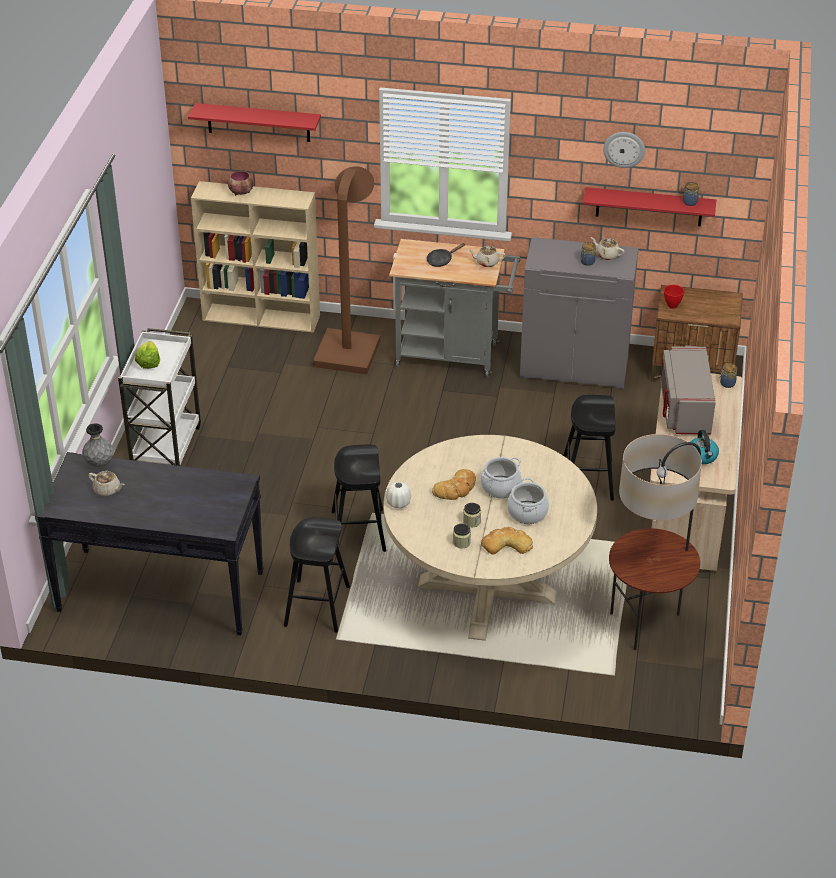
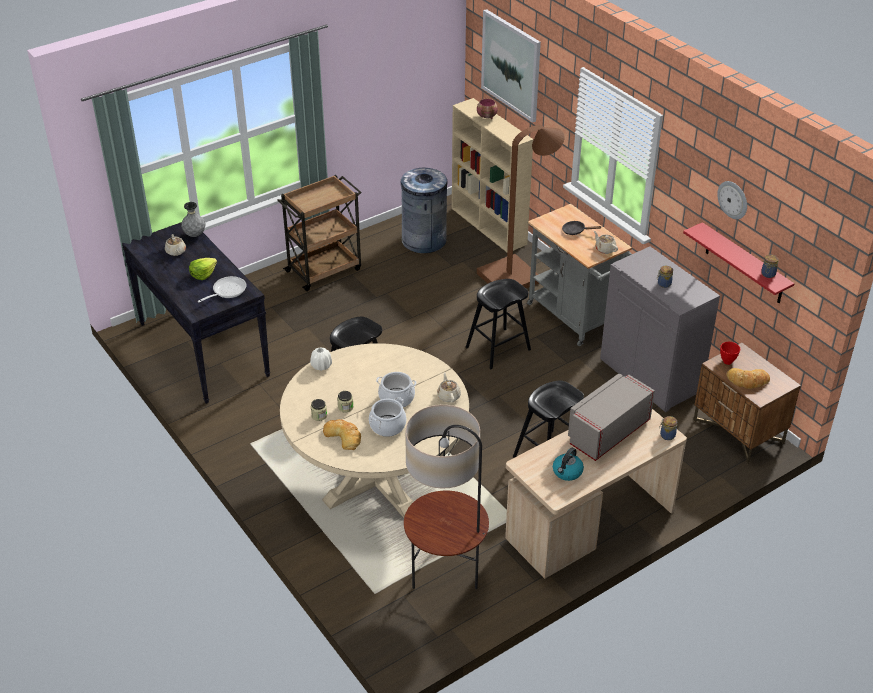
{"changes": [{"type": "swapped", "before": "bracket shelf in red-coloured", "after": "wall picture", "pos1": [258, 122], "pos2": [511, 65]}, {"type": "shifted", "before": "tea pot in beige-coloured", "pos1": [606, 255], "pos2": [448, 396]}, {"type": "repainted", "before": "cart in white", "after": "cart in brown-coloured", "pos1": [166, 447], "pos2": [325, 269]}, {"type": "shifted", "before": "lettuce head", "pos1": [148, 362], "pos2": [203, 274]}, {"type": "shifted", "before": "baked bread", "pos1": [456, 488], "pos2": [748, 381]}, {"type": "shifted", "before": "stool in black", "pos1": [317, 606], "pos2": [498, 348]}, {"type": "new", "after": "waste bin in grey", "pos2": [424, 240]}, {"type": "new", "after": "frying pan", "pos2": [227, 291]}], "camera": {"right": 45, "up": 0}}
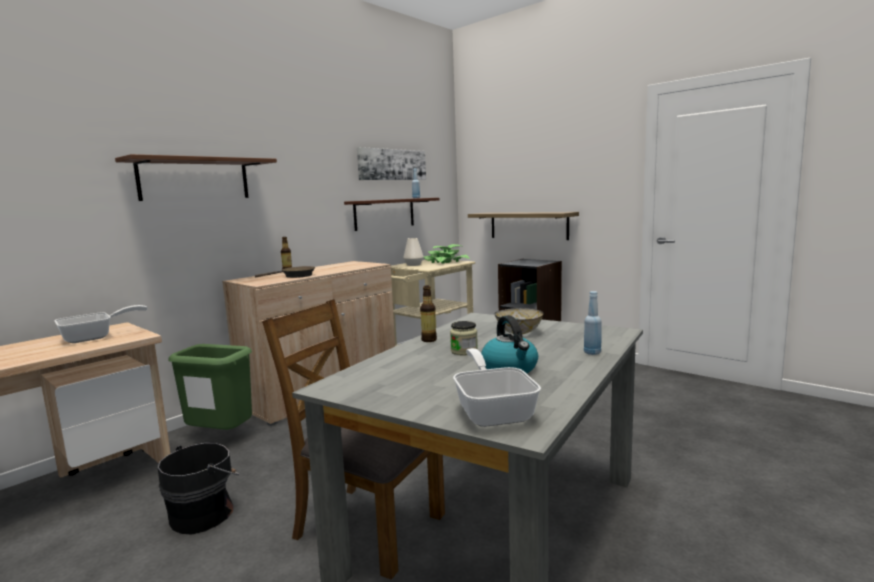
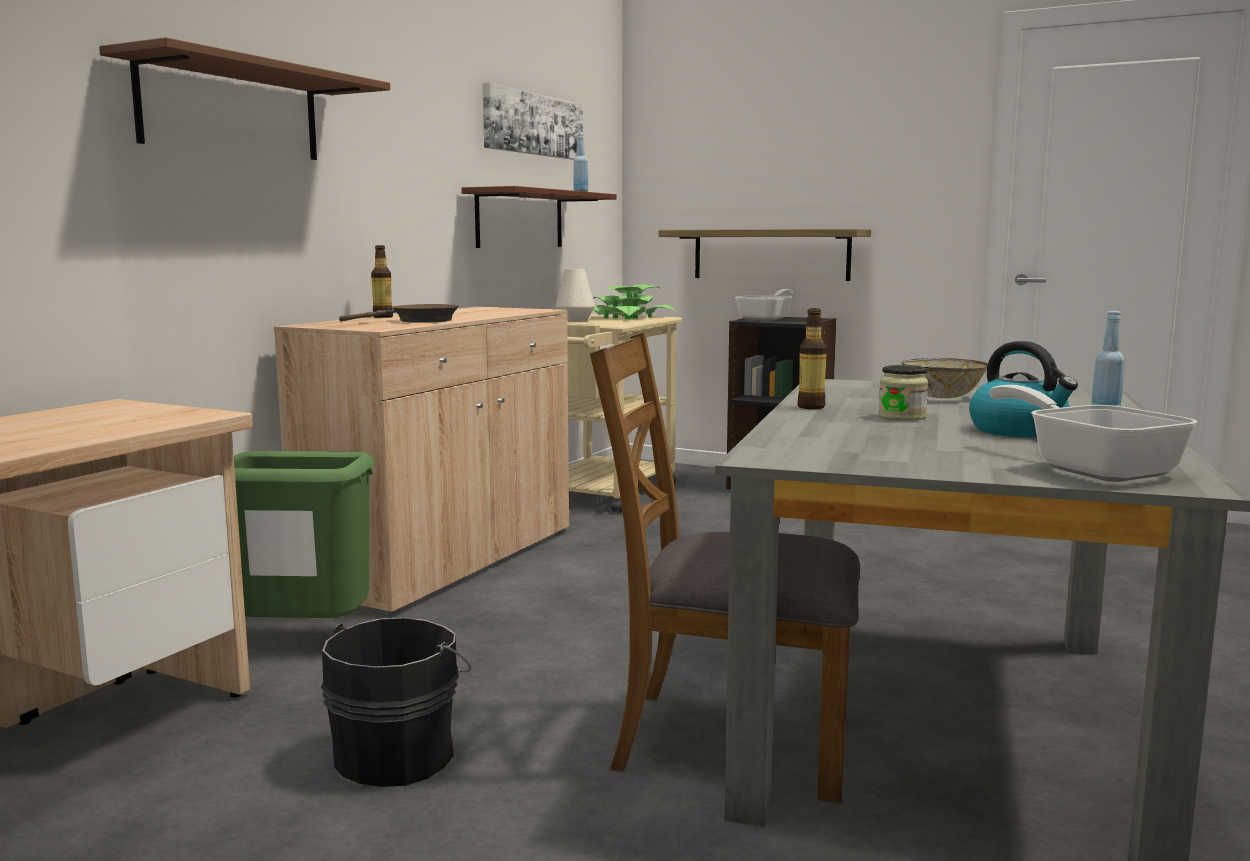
{"changes": [{"type": "shifted", "before": "frying pan", "pos1": [94, 337], "pos2": [767, 319]}], "camera": {"right": -15, "up": 0}}
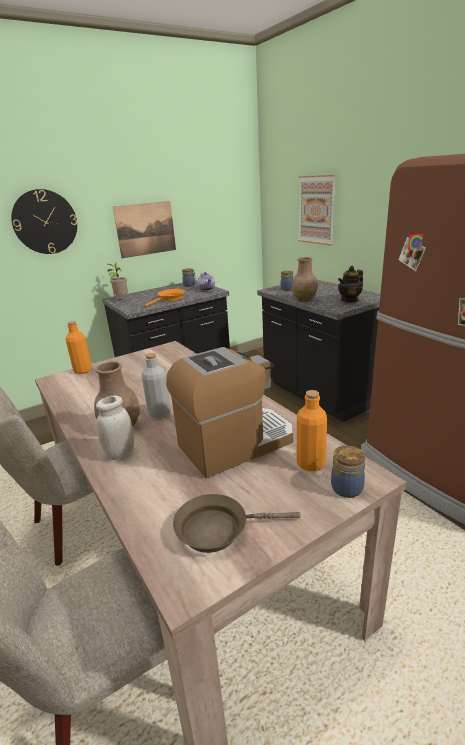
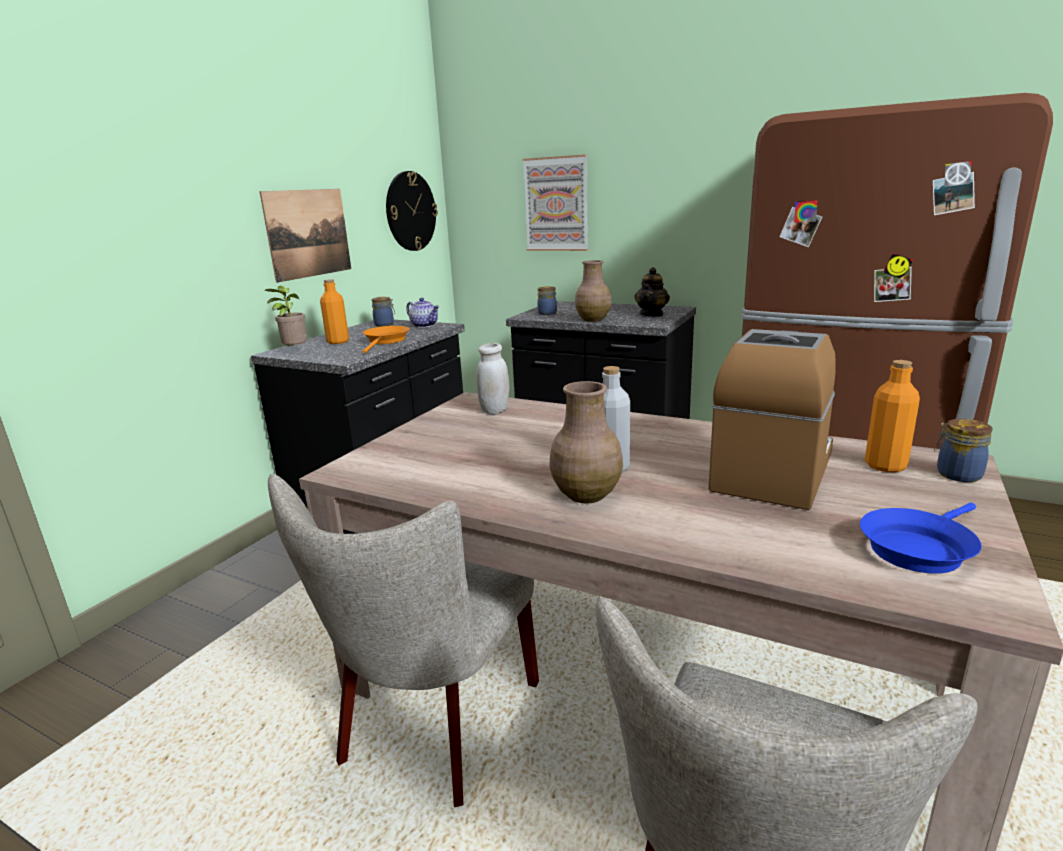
{"changes": [{"type": "shifted", "before": "hanging clock", "pos1": [45, 222], "pos2": [410, 211]}, {"type": "shifted", "before": "drink bottle in orangey", "pos1": [83, 370], "pos2": [338, 342]}, {"type": "shifted", "before": "jar in white", "pos1": [120, 453], "pos2": [494, 410]}, {"type": "repainted", "before": "frying pan in brown-coloured", "after": "frying pan in blue-coloured", "pos1": [218, 529], "pos2": [918, 548]}], "camera": {"right": -30, "up": -5}}
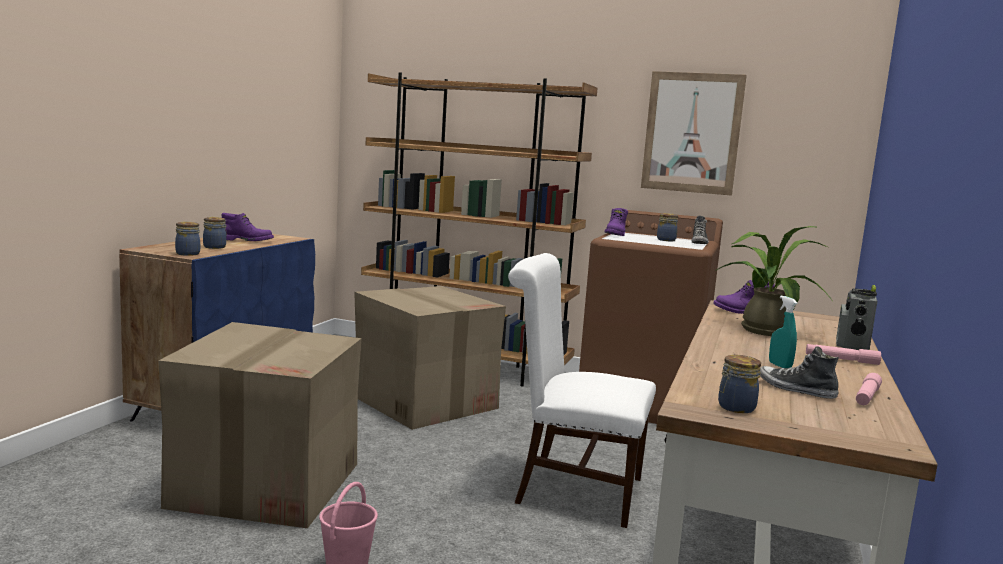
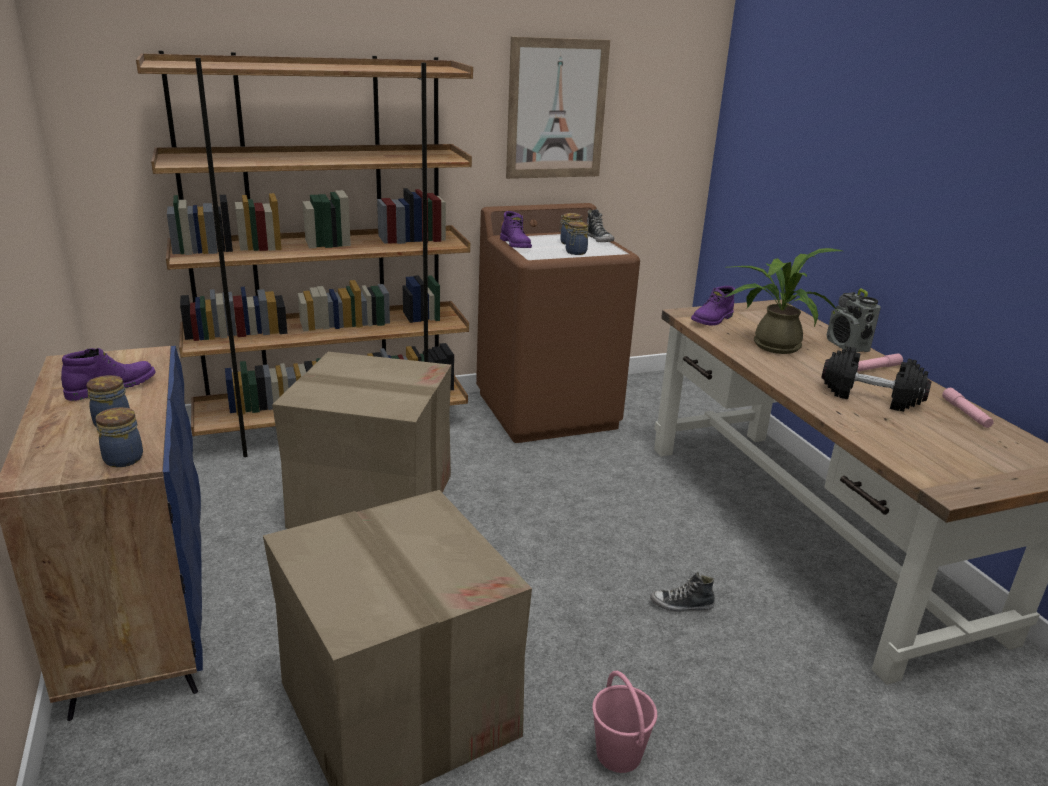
{"changes": [{"type": "gone", "before": "upright chair in white", "pos1": [570, 489]}, {"type": "swapped", "before": "sprayer in turquoise-coloured", "after": "free weight in black", "pos1": [779, 366], "pos2": [871, 396]}, {"type": "shifted", "before": "shoe", "pos1": [795, 389], "pos2": [681, 605]}, {"type": "shifted", "before": "jar", "pos1": [735, 408], "pos2": [575, 252]}], "camera": {"right": -40, "up": 15}}
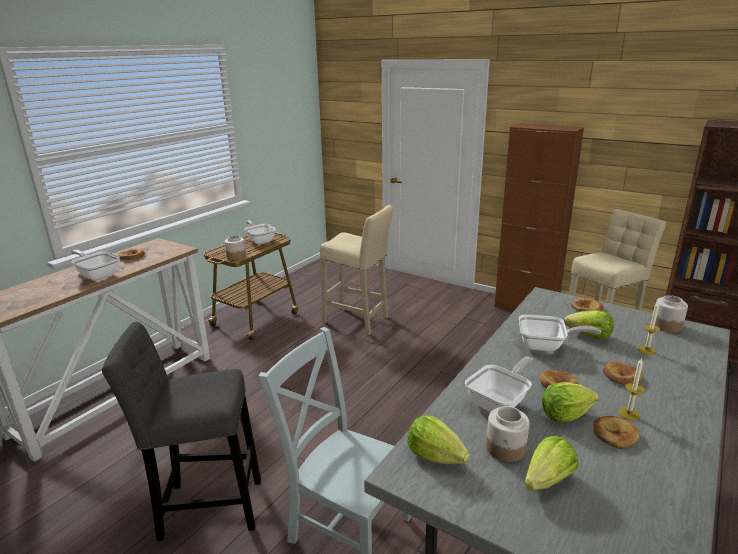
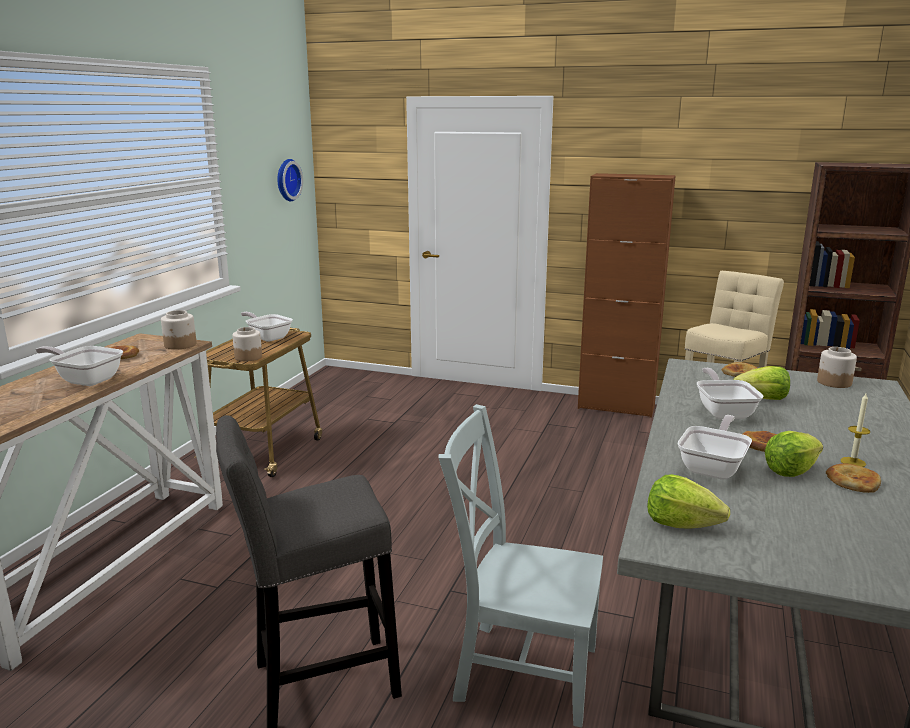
{"changes": [{"type": "gone", "before": "stool in beige-coloured", "pos1": [358, 321]}, {"type": "gone", "before": "wax candle", "pos1": [646, 350]}, {"type": "rotated", "before": "frying pan", "pos1": [546, 346], "pos2": [723, 412], "turn": -90}, {"type": "gone", "before": "baked bread", "pos1": [621, 376]}, {"type": "shifted", "before": "jar", "pos1": [506, 449], "pos2": [180, 345]}, {"type": "gone", "before": "lettuce head", "pos1": [547, 480]}, {"type": "new", "after": "hanging clock", "pos2": [286, 180]}], "camera": {"right": -15, "up": -5}}
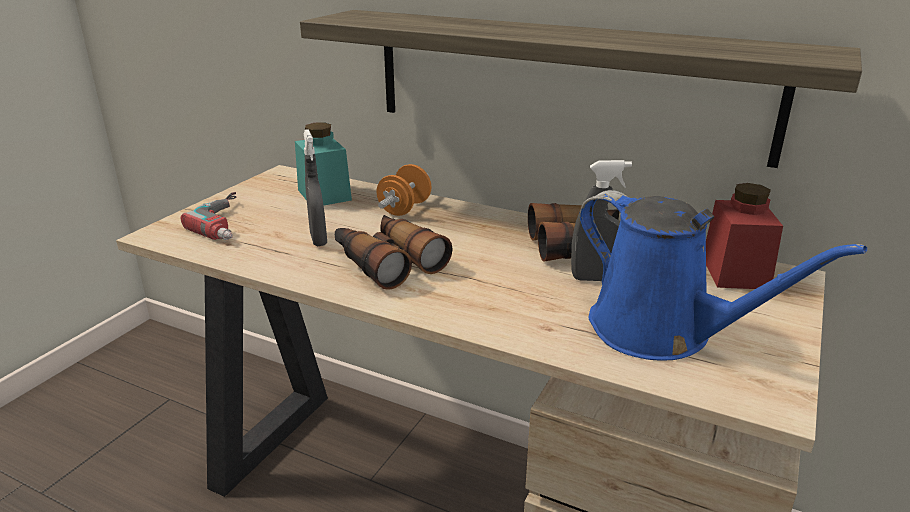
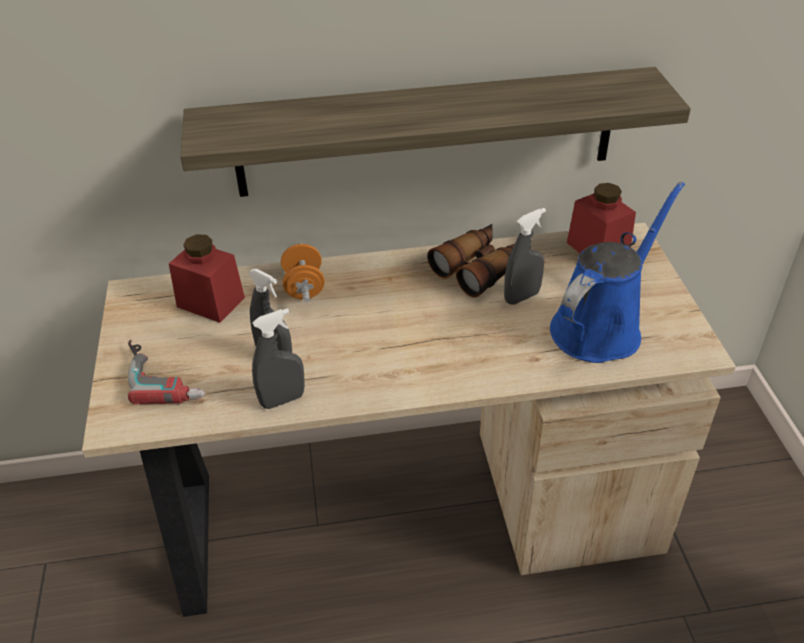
{"changes": [{"type": "repainted", "before": "jar in turquoise-coloured", "after": "jar in red-coloured", "pos1": [324, 195], "pos2": [211, 302]}, {"type": "rotated", "before": "watering pot in blue-coloured", "pos1": [660, 332], "pos2": [601, 326], "turn": -60}, {"type": "gone", "before": "binoculars", "pos1": [387, 262]}, {"type": "new", "after": "sprayer in grey", "pos2": [282, 400]}], "camera": {"right": -35, "up": 15}}
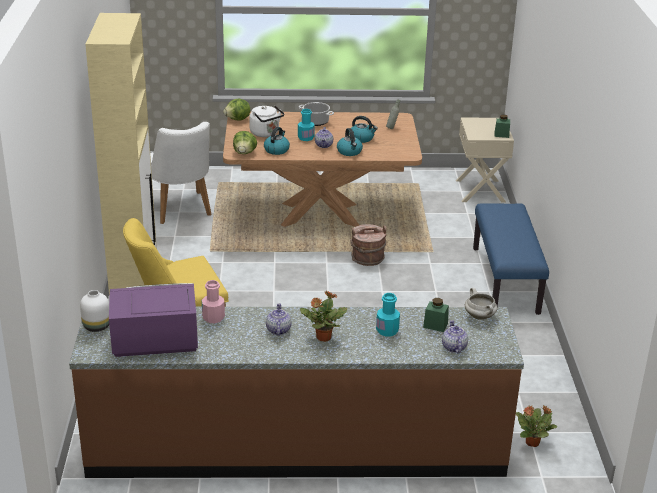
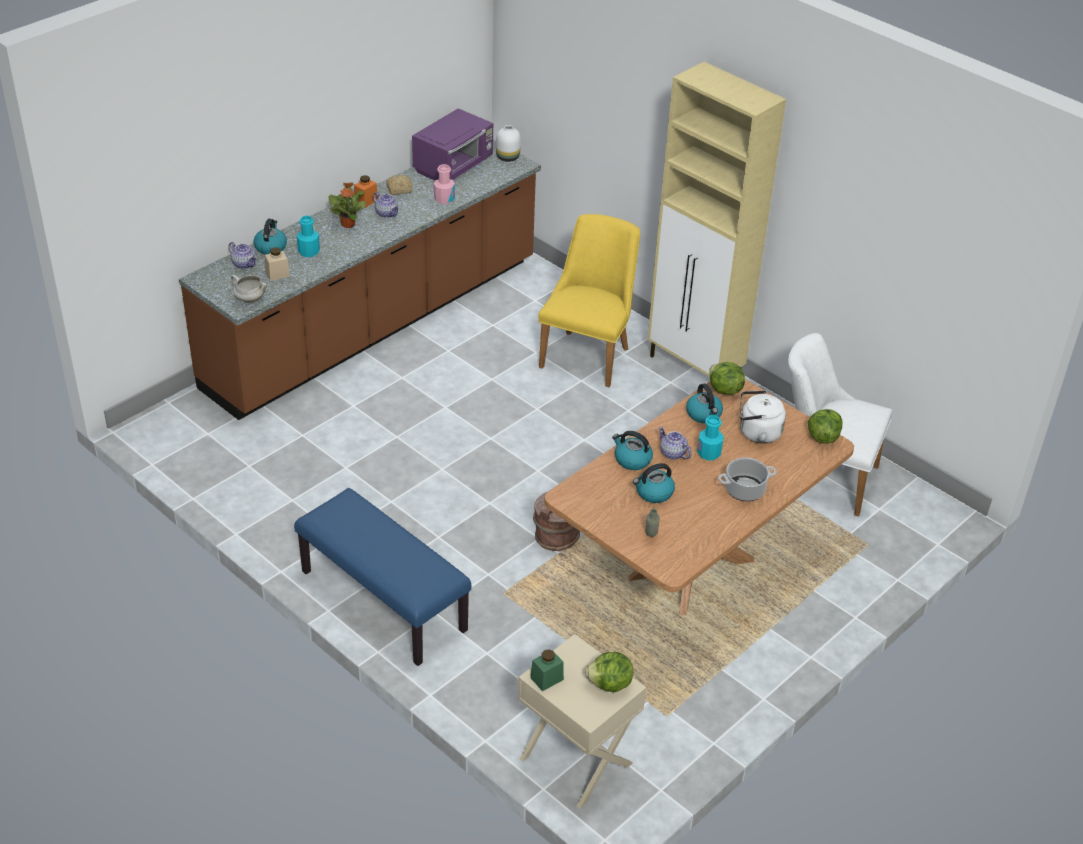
{"changes": [{"type": "repainted", "before": "jar in greenish", "after": "jar in beige-coloured", "pos1": [435, 325], "pos2": [277, 274]}, {"type": "gone", "before": "potted plant", "pos1": [533, 442]}, {"type": "new", "after": "jar in orangey", "pos2": [366, 201]}, {"type": "new", "after": "baked bread", "pos2": [398, 190]}, {"type": "new", "after": "water kettle", "pos2": [270, 247]}, {"type": "new", "after": "lettuce head", "pos2": [609, 684]}], "camera": {"right": 135, "up": 10}}
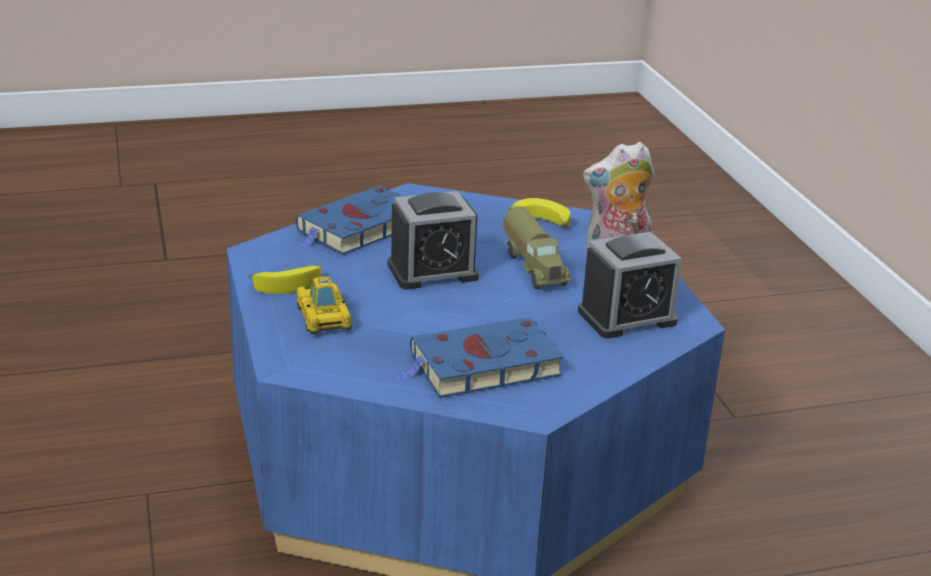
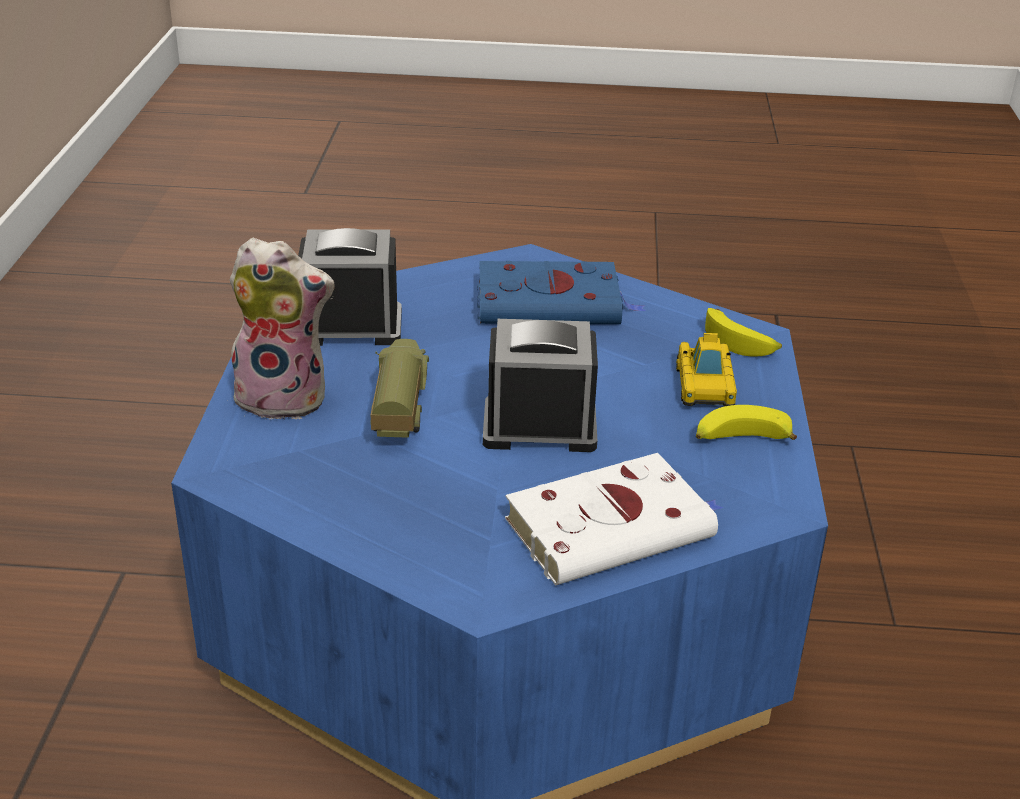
{"changes": [{"type": "repainted", "before": "volume in blue-coloured", "after": "volume in white", "pos1": [358, 228], "pos2": [614, 527]}, {"type": "shifted", "before": "whole banana", "pos1": [539, 221], "pos2": [740, 342]}], "camera": {"right": -160, "up": 5}}
